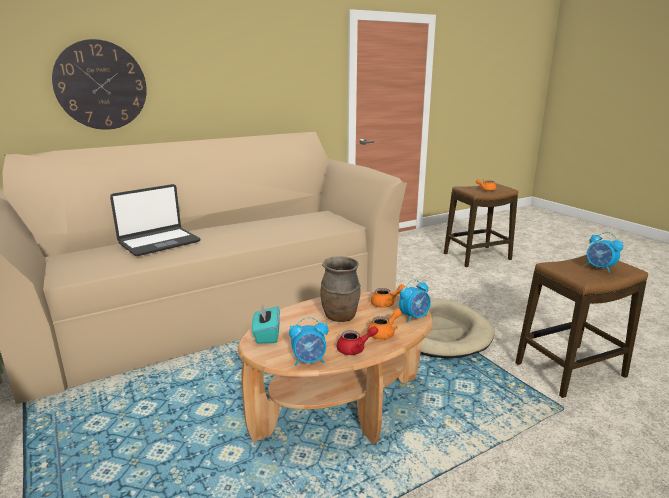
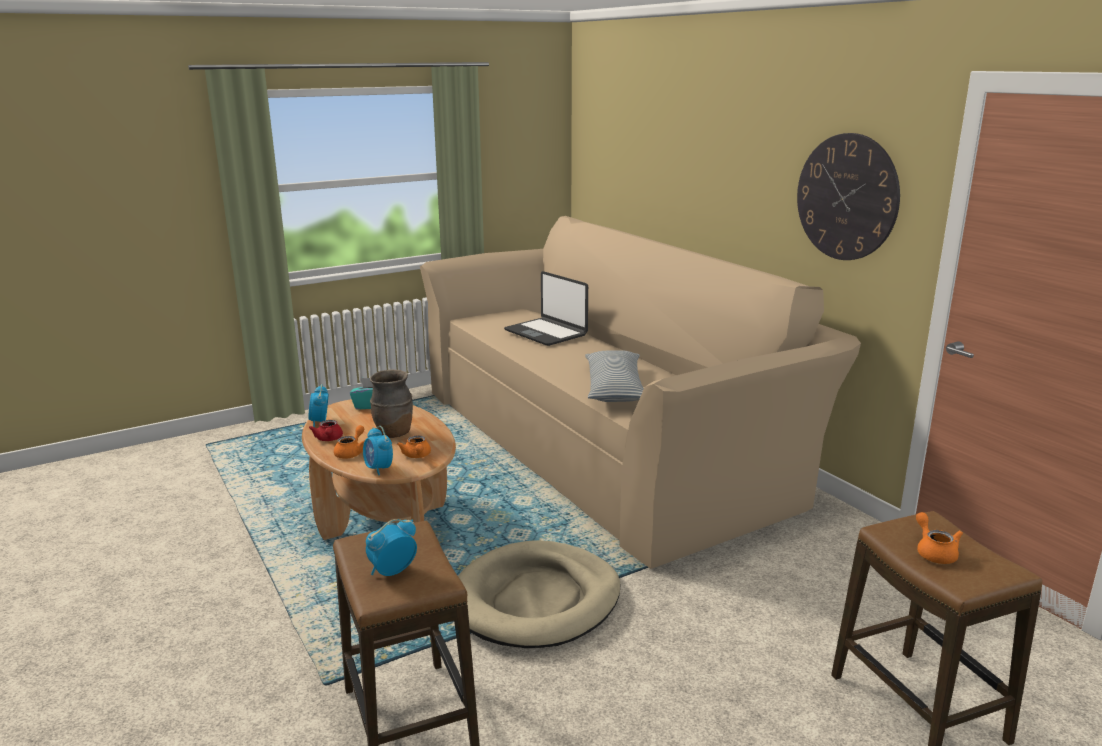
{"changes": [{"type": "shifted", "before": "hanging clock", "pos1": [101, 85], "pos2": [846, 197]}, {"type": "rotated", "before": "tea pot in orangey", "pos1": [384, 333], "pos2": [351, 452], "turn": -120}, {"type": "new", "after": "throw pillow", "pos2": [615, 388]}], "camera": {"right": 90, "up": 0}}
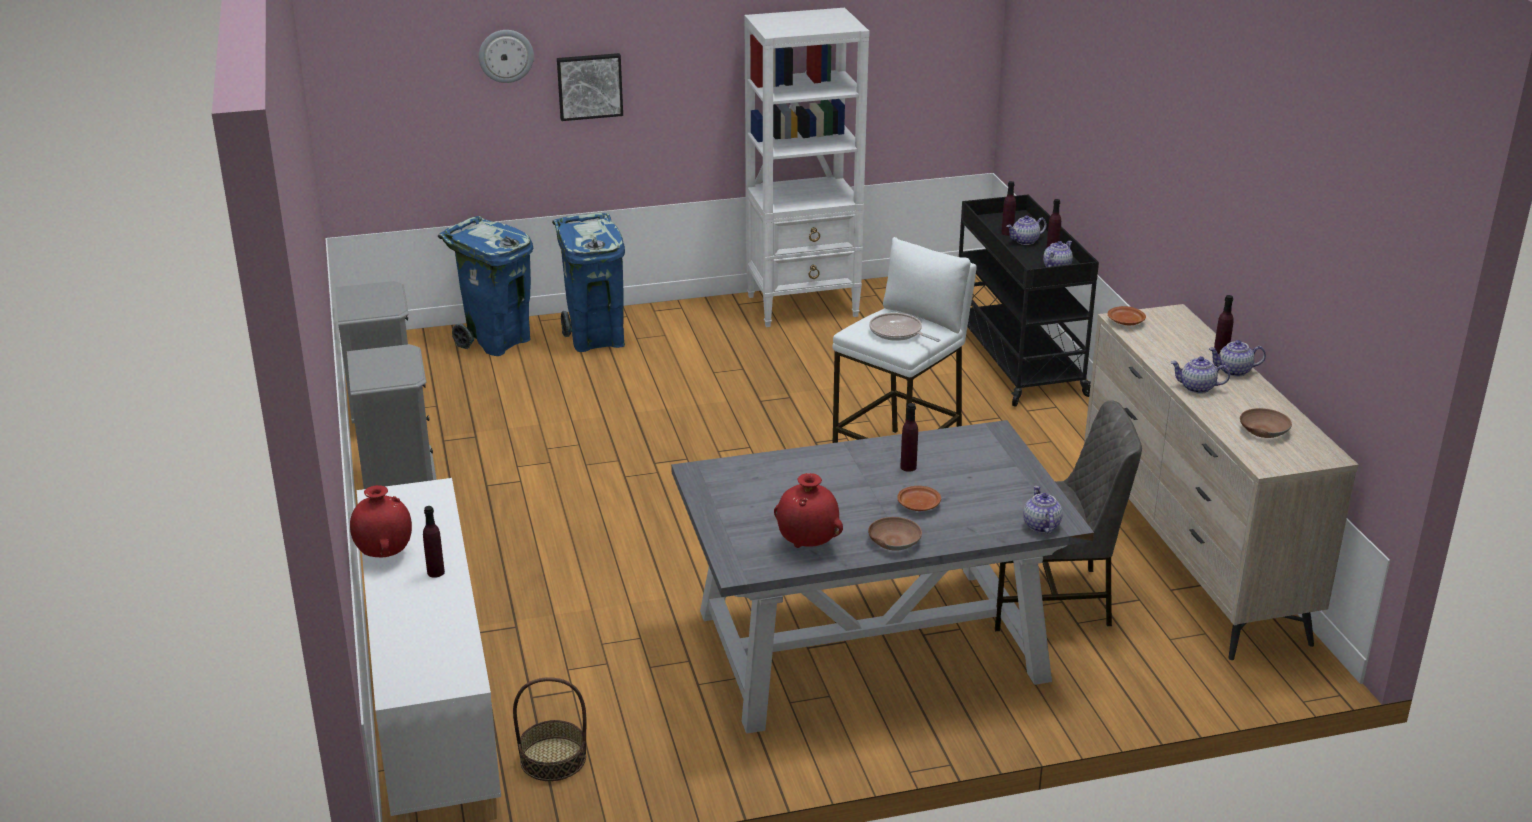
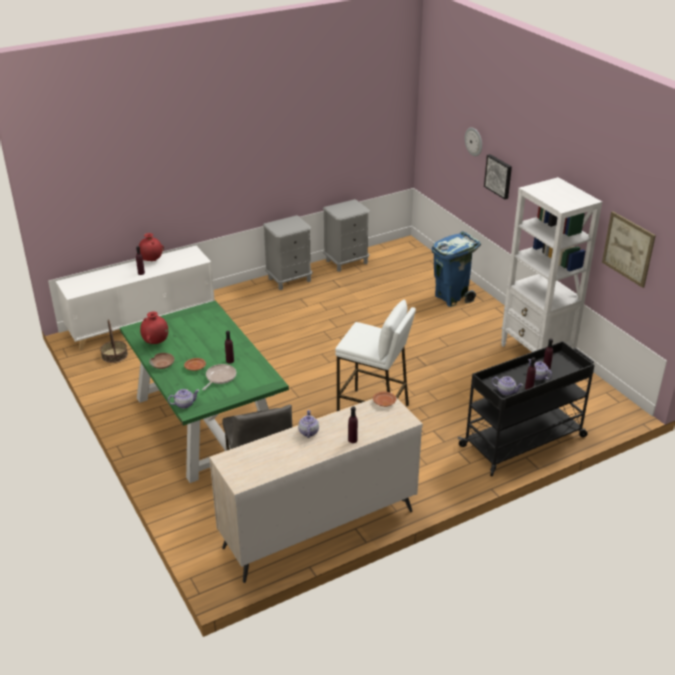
{"changes": [{"type": "gone", "before": "waste bin in blue-coloured", "pos1": [497, 342]}, {"type": "shifted", "before": "frying pan", "pos1": [898, 332], "pos2": [219, 377]}, {"type": "gone", "before": "tea pot", "pos1": [1234, 371]}, {"type": "gone", "before": "bowl in brown-coloured", "pos1": [1263, 430]}, {"type": "repainted", "before": "dinner table in grey", "after": "dinner table in greenish", "pos1": [868, 645], "pos2": [206, 422]}, {"type": "new", "after": "wall picture", "pos2": [628, 249]}], "camera": {"right": 75, "up": 5}}
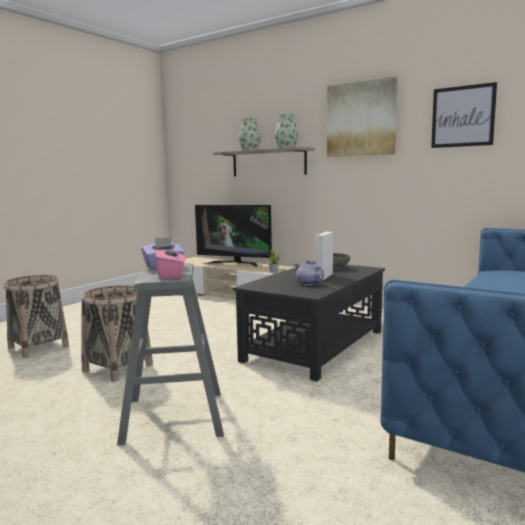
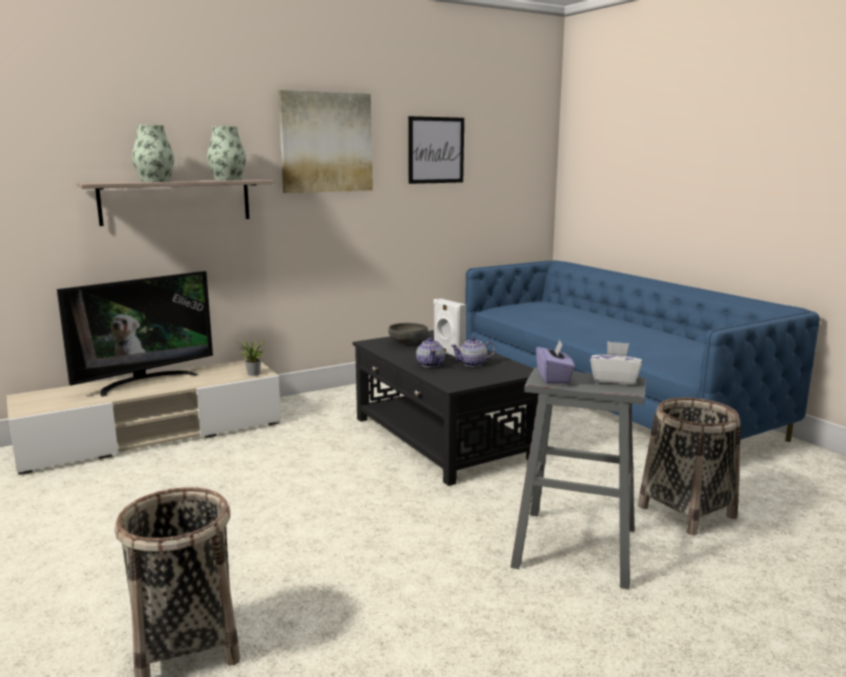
{"changes": [{"type": "repainted", "before": "box of tissues in pink", "after": "box of tissues in white", "pos1": [171, 275], "pos2": [614, 380]}, {"type": "shifted", "before": "basket", "pos1": [118, 368], "pos2": [686, 511]}, {"type": "new", "after": "tea pot", "pos2": [430, 364]}], "camera": {"right": -65, "up": 5}}
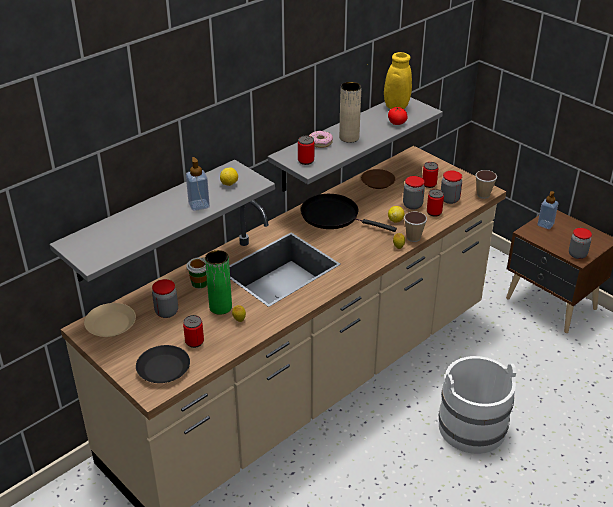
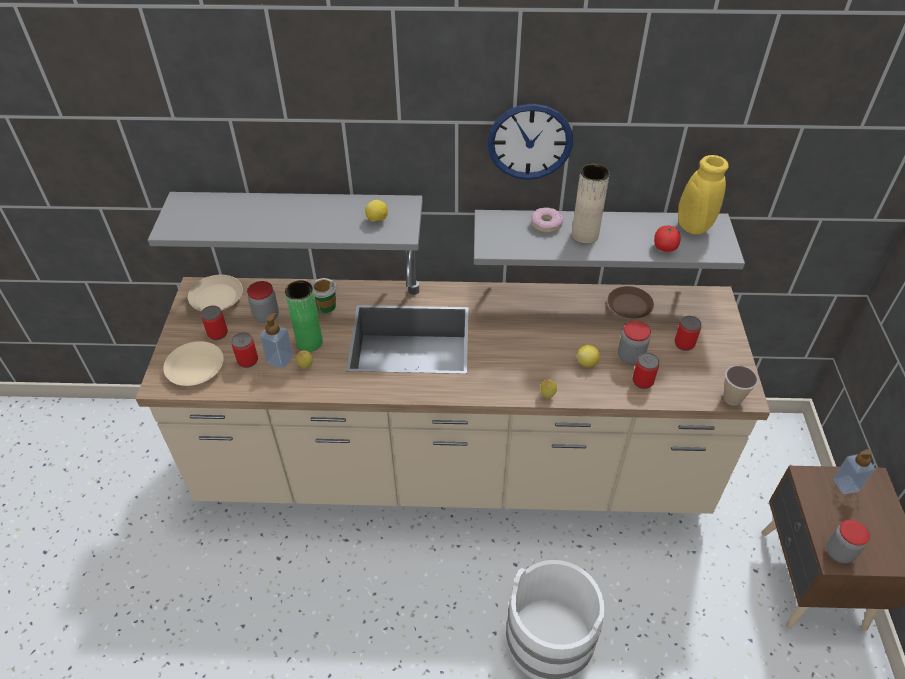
{"changes": [{"type": "shifted", "before": "can", "pos1": [306, 161], "pos2": [217, 333]}, {"type": "shifted", "before": "liquid soap bottle", "pos1": [199, 205], "pos2": [280, 359]}, {"type": "gone", "before": "jar", "pos1": [449, 199]}, {"type": "gone", "before": "frying pan in black", "pos1": [334, 216]}, {"type": "gone", "before": "drinking cup", "pos1": [413, 238]}, {"type": "repainted", "before": "dinner plate in black", "after": "dinner plate in beige-coloured", "pos1": [163, 369], "pos2": [195, 368]}, {"type": "new", "after": "hanging clock", "pos2": [530, 142]}], "camera": {"right": 45, "up": 10}}
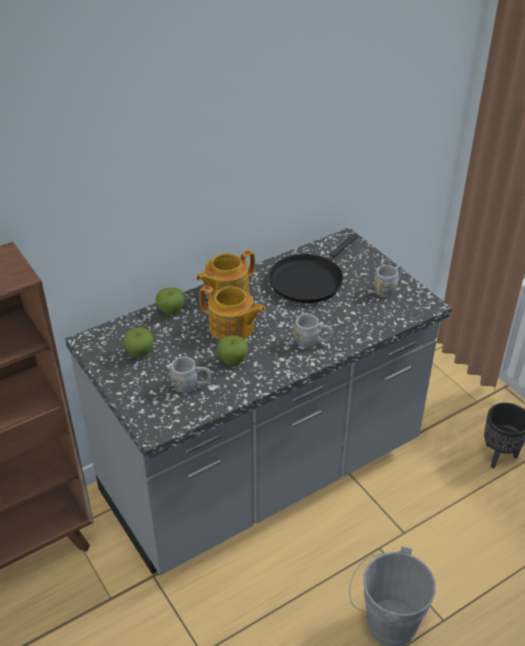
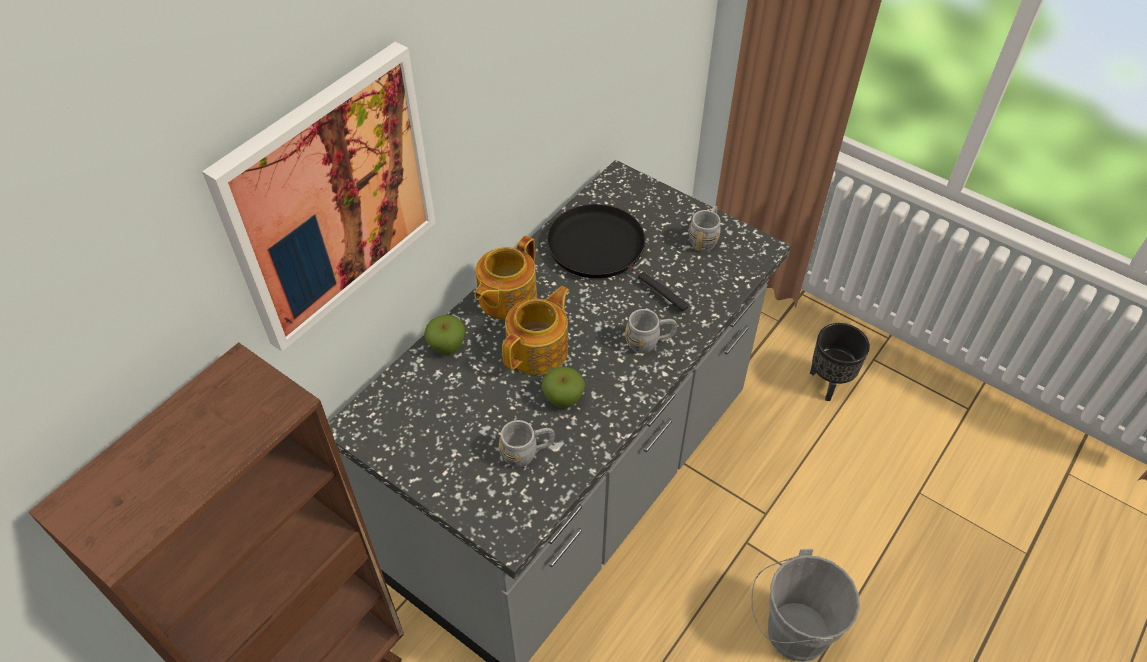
{"changes": [{"type": "rotated", "before": "frying pan in black", "pos1": [308, 279], "pos2": [602, 250], "turn": 120}, {"type": "rotated", "before": "tea pot", "pos1": [232, 328], "pos2": [539, 350], "turn": -60}, {"type": "gone", "before": "whole apple", "pos1": [140, 353]}, {"type": "new", "after": "wall picture", "pos2": [330, 197]}], "camera": {"right": -20, "up": 10}}
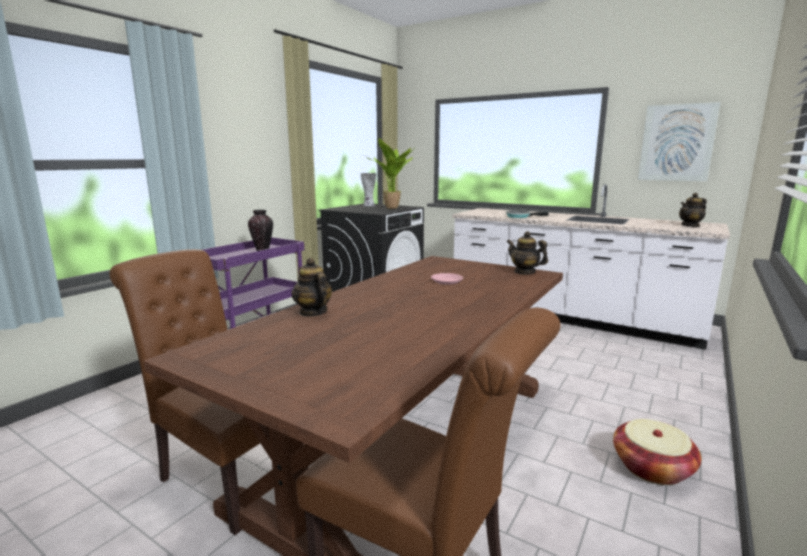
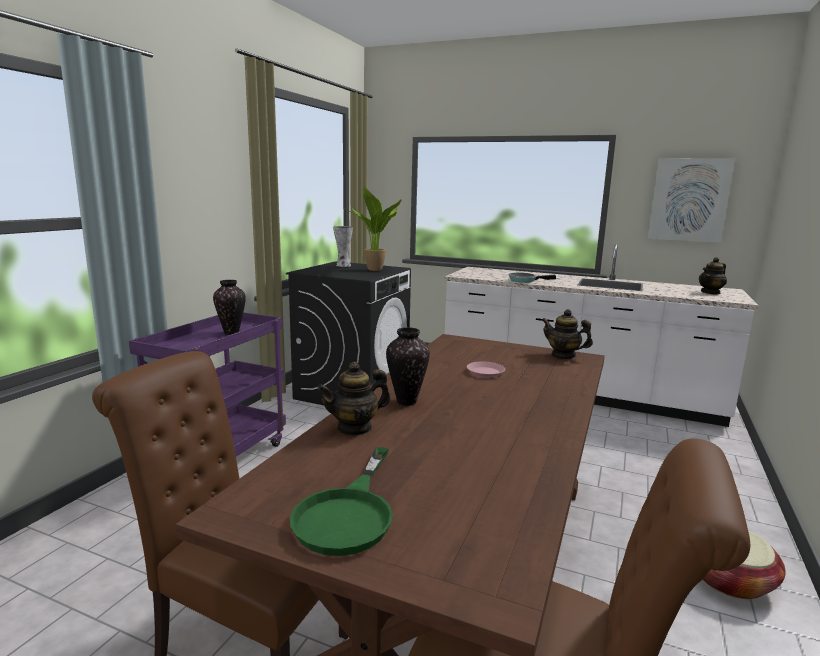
{"changes": [{"type": "rotated", "before": "tea pot", "pos1": [313, 312], "pos2": [355, 428], "turn": -75}, {"type": "new", "after": "flower vase", "pos2": [407, 401]}, {"type": "new", "after": "frying pan in greenish", "pos2": [349, 513]}], "camera": {"right": -10, "up": 0}}
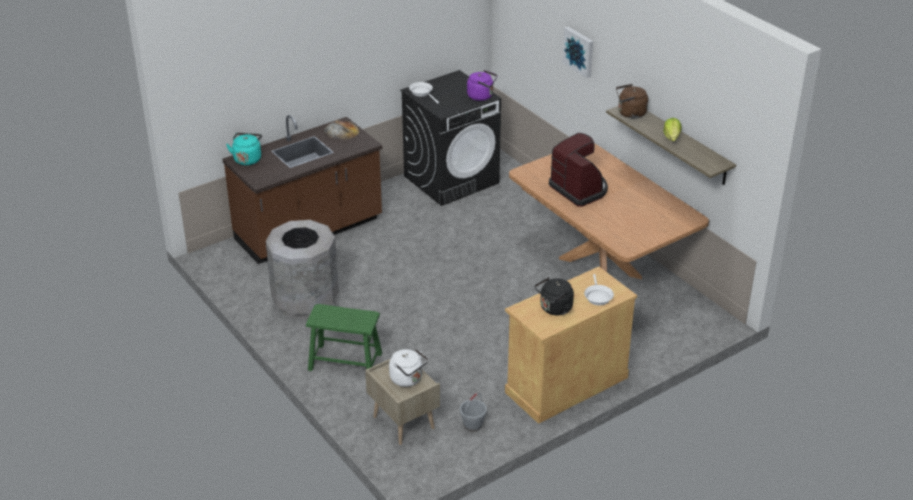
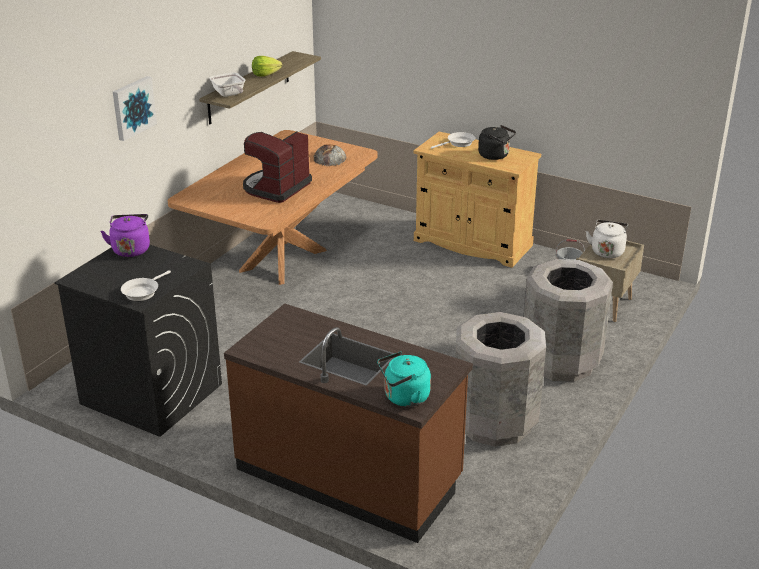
{"changes": [{"type": "swapped", "before": "water kettle in brown-coloured", "after": "frying pan", "pos1": [630, 113], "pos2": [229, 95]}, {"type": "shifted", "before": "baked bread", "pos1": [341, 131], "pos2": [329, 157]}, {"type": "swapped", "before": "stool in greenish", "after": "waste bin in grey", "pos1": [345, 361], "pos2": [561, 361]}], "camera": {"right": -115, "up": -5}}
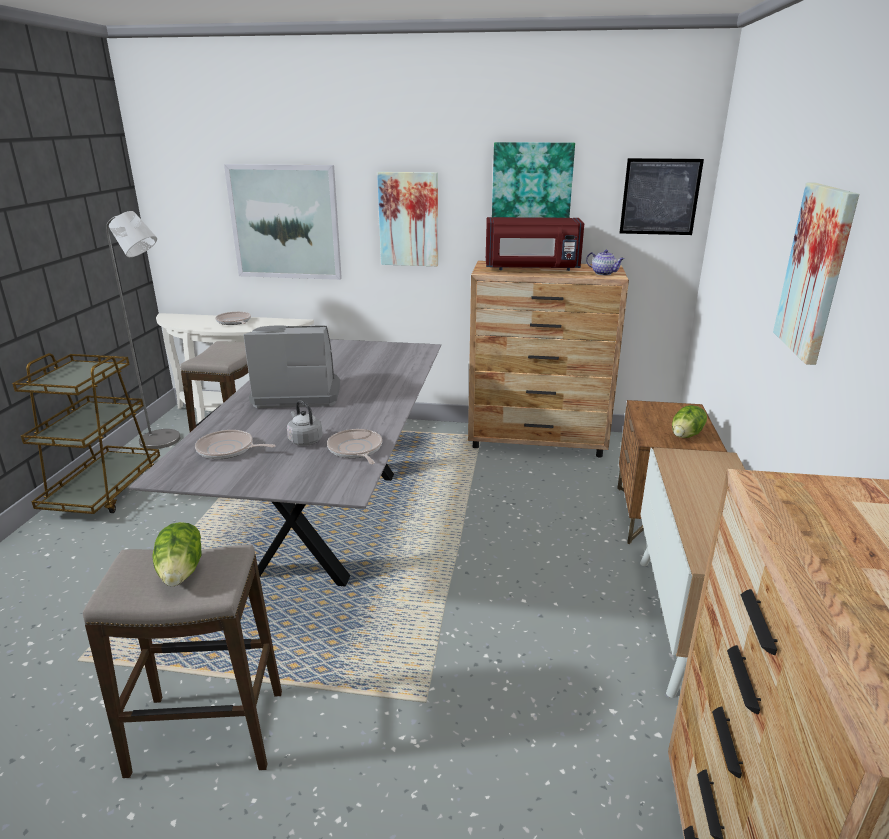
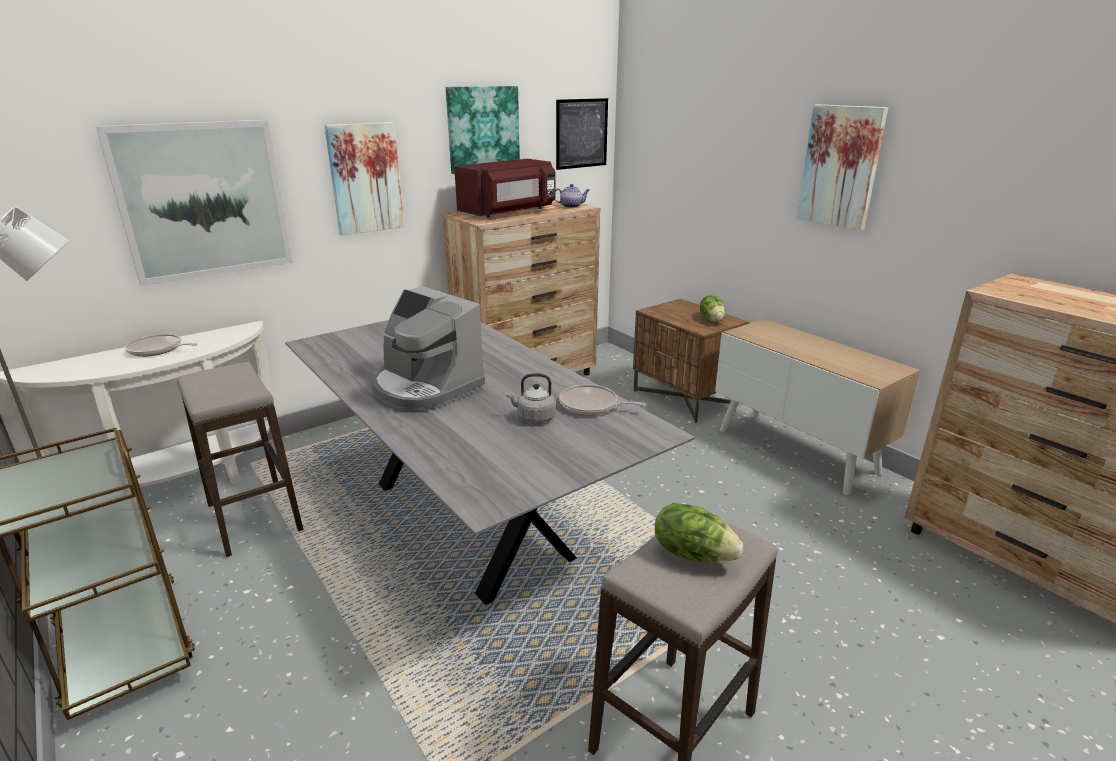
{"changes": [{"type": "rotated", "before": "coffee brewer", "pos1": [297, 394], "pos2": [425, 387], "turn": -90}, {"type": "gone", "before": "frying pan", "pos1": [228, 449]}], "camera": {"right": -45, "up": 0}}
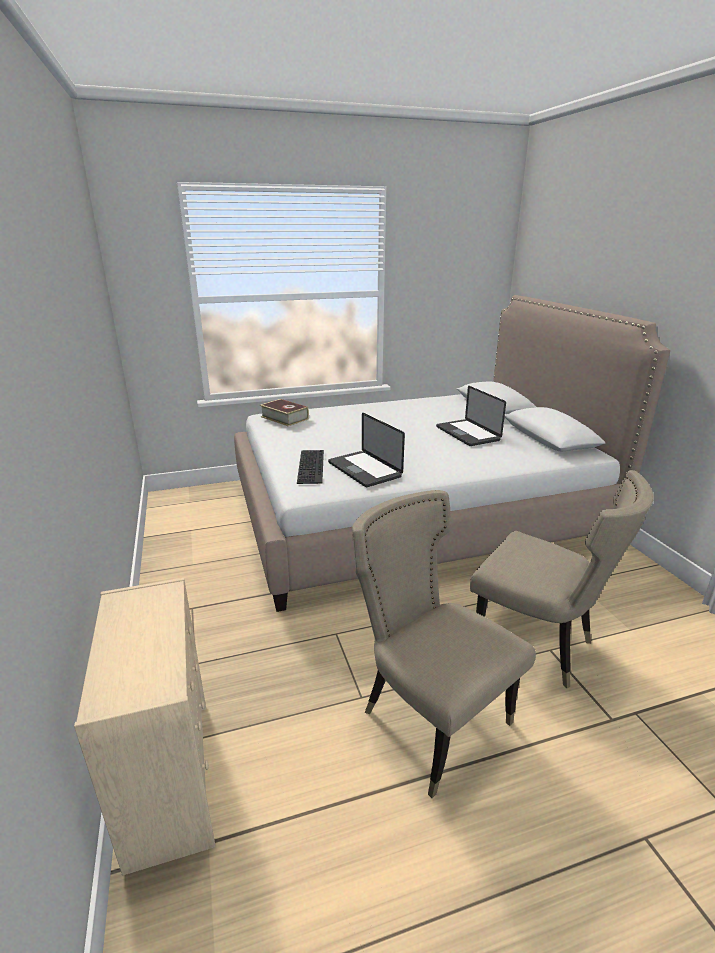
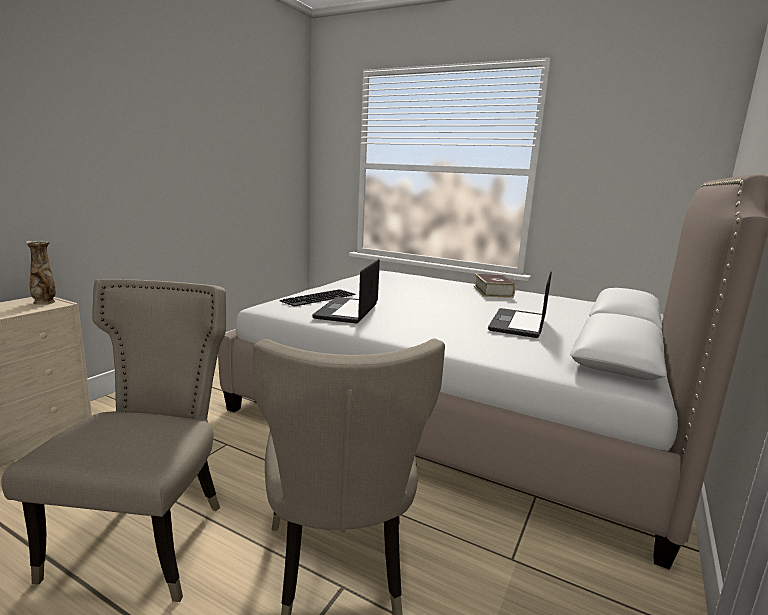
{"changes": [{"type": "shifted", "before": "volume", "pos1": [284, 418], "pos2": [493, 291]}, {"type": "new", "after": "flower vase", "pos2": [45, 302]}], "camera": {"right": 45, "up": -10}}
